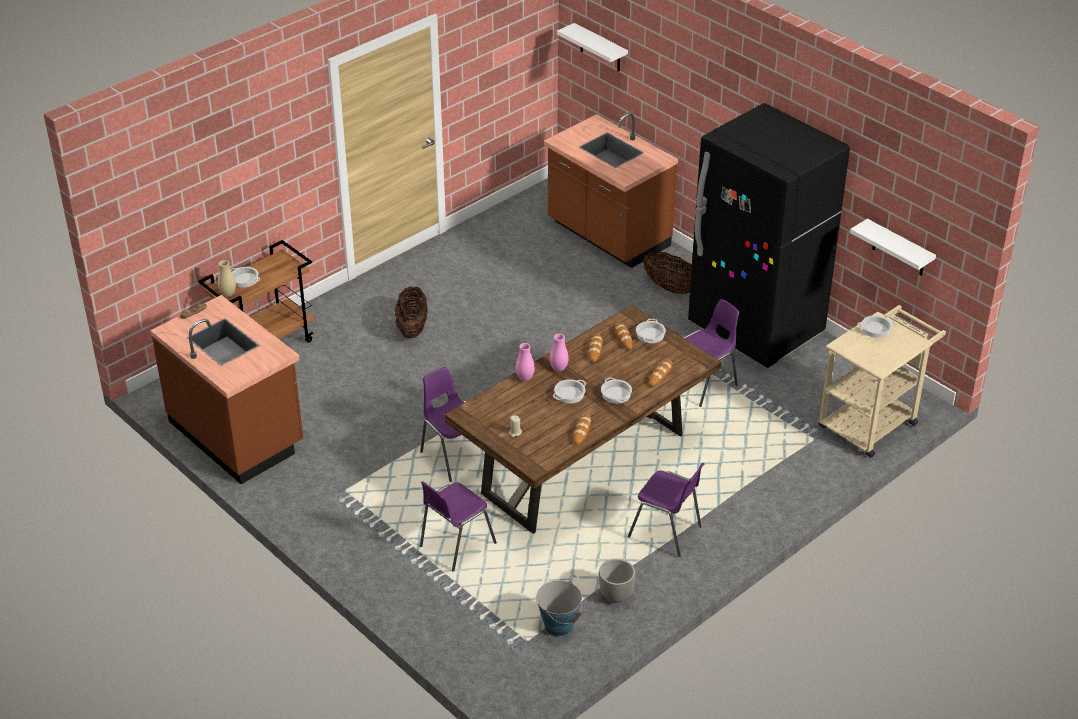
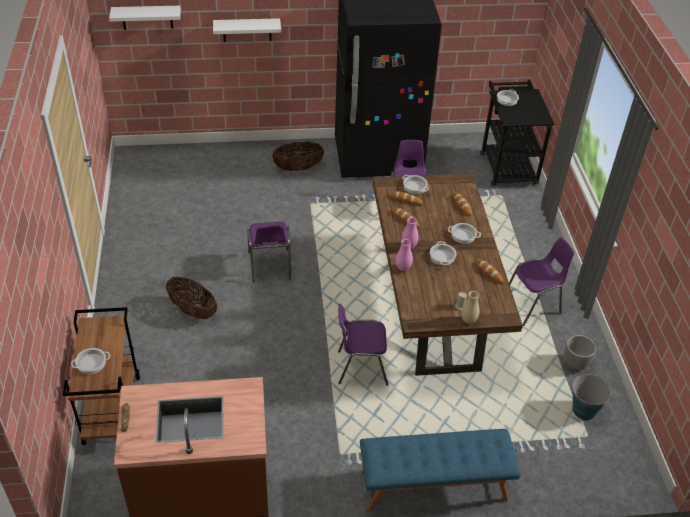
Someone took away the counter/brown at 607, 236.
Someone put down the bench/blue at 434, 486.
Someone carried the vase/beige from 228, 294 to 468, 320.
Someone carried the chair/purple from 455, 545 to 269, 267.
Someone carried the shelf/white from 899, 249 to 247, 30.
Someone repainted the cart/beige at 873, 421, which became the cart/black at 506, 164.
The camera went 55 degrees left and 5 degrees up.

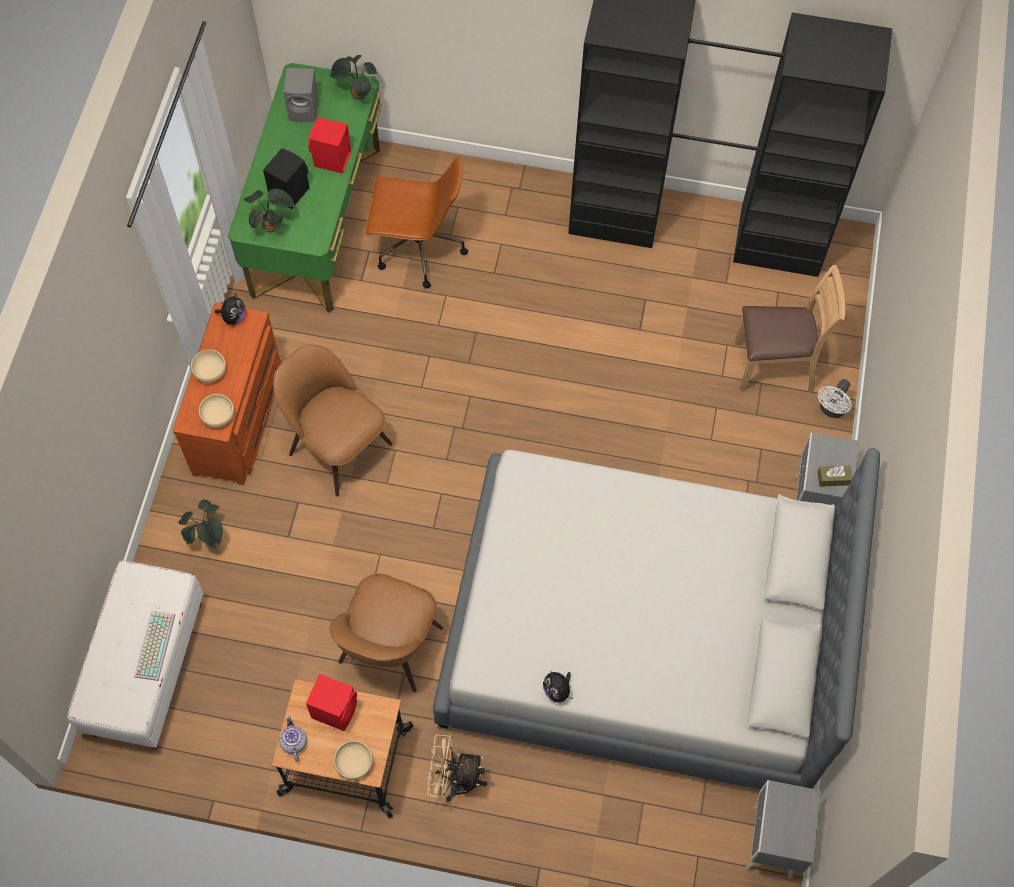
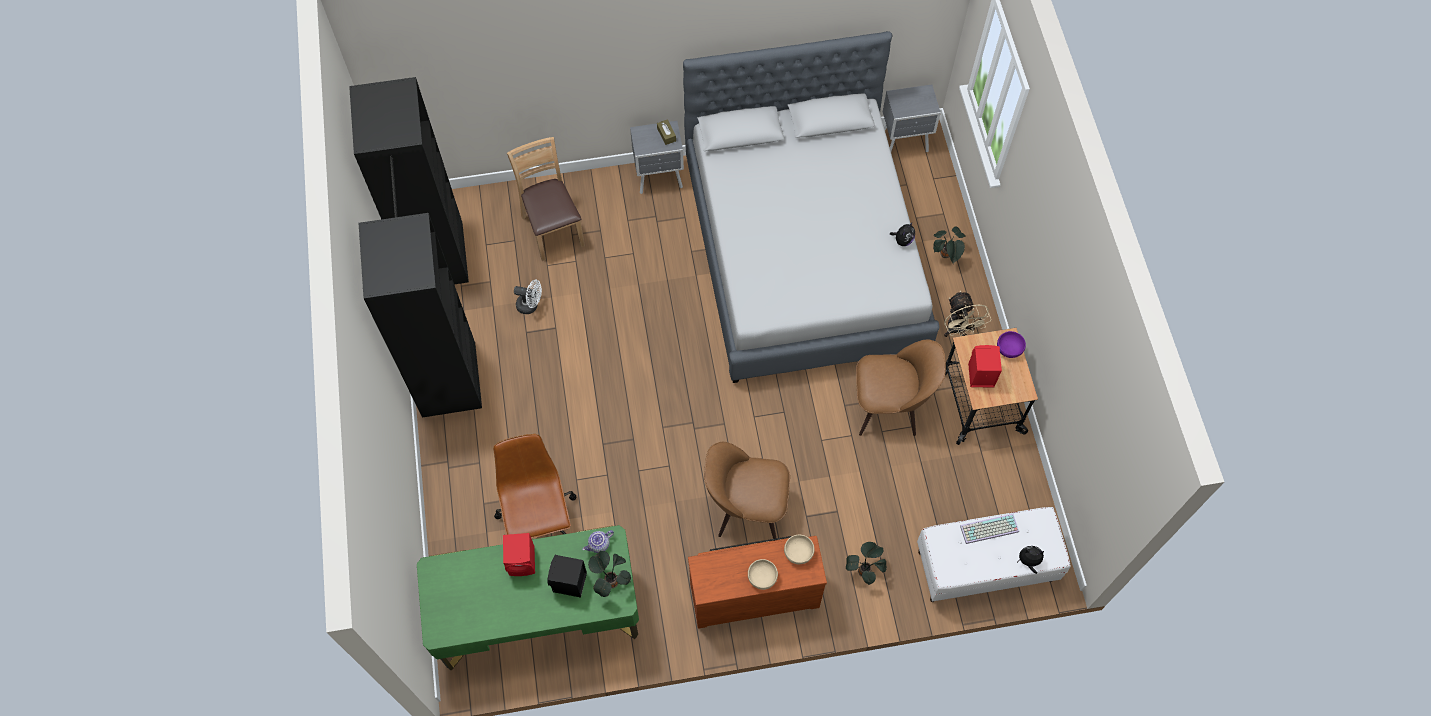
Someone took away the speaker/grey at 305, 109.
Someone carried the plush toy from 233, 317 to 1028, 561.
Someone carried the teapot from 293, 742 to 599, 545.
Someone carried the potted plant from 356, 95 to 945, 255.
Someone carried the fan/white from 831, 410 to 530, 305.
Someone repainted the bowl/beige at 354, 764, which became the bowl/purple at 1009, 348.
Someone rotated the chair/brown at 337, 446 by 75 degrees clockwise.
The camera went 110 degrees left and 0 degrees up.

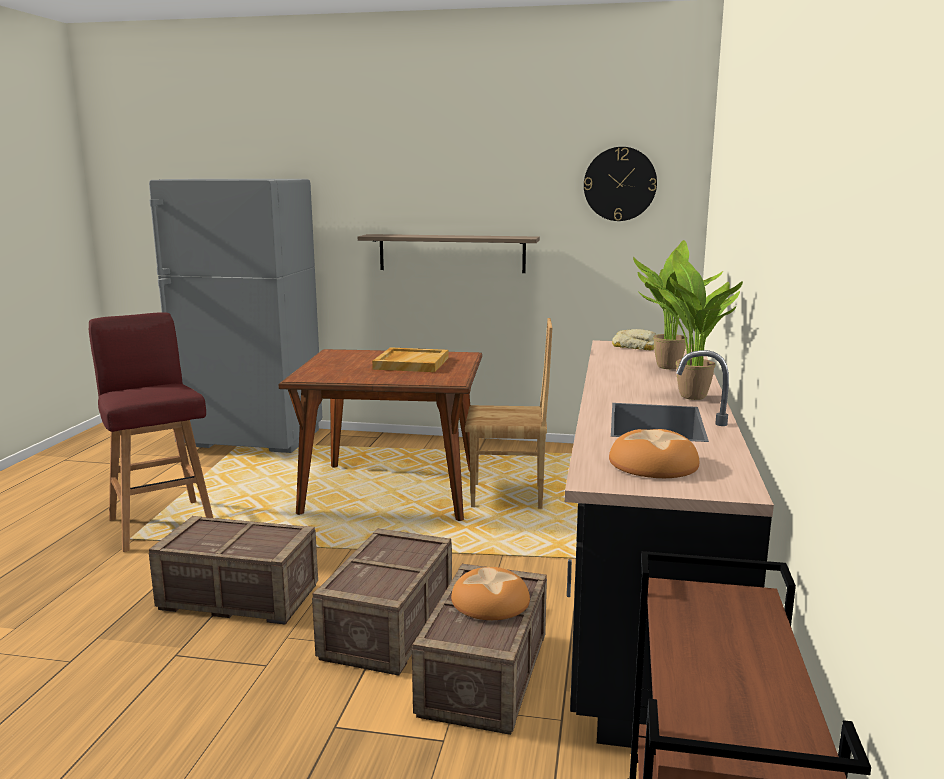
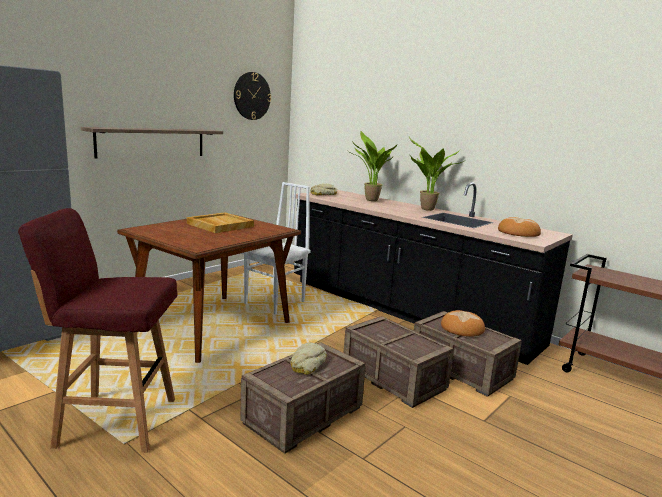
Someone put down the bread at 307, 363.
Someone repainted the chair/brown at 508, 497, which became the chair/white at 276, 303.
The camera went 60 degrees left and 0 degrees up.

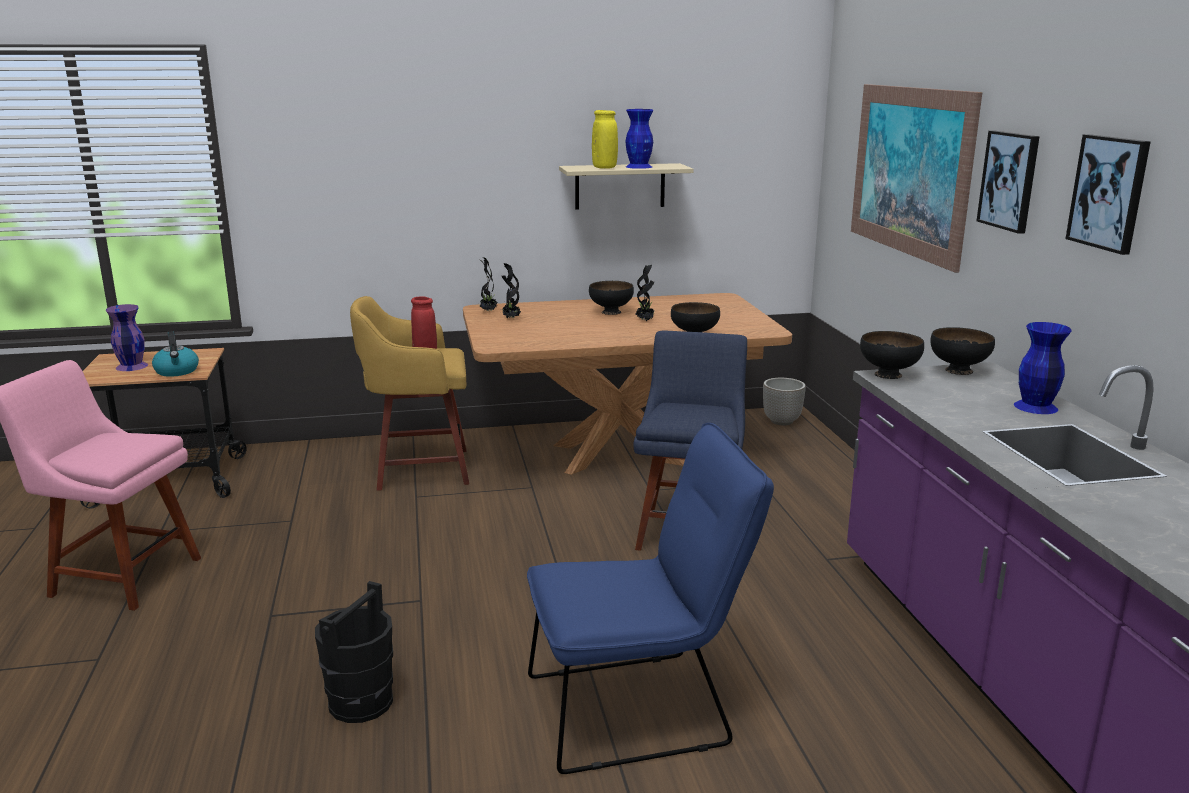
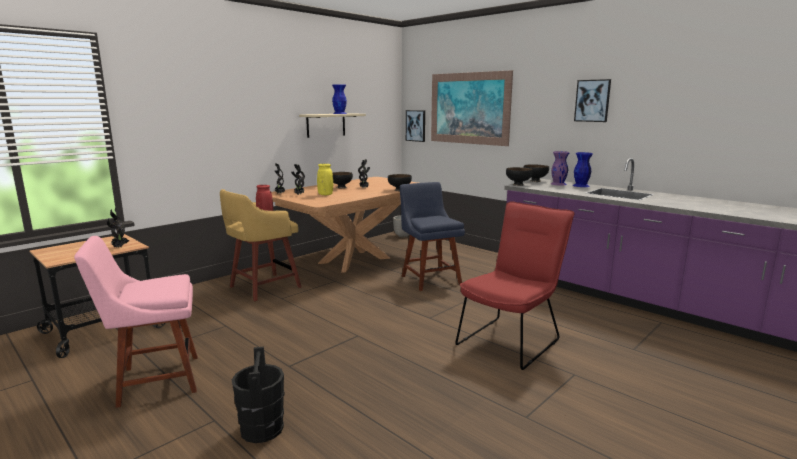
Someone carried the vase/purple from 131, 366 to 558, 184.
Someone carried the bucket/black from 361, 702 to 262, 428.
Someone carried the vase/yellow from 604, 168 to 325, 194.
Someone carried the picture from 1009, 180 to 416, 125.
Someone swapped the kettle at 177, 371 for the potted plant at 119, 247.
Someone repainted the chair/blue at 641, 708, which became the chair/red at 512, 339.
The camera went 35 degrees left and 5 degrees down.

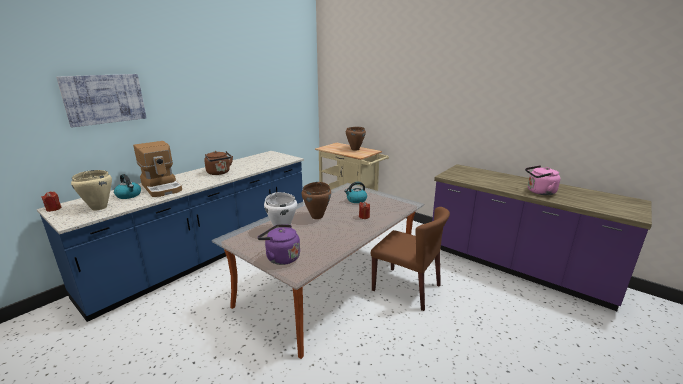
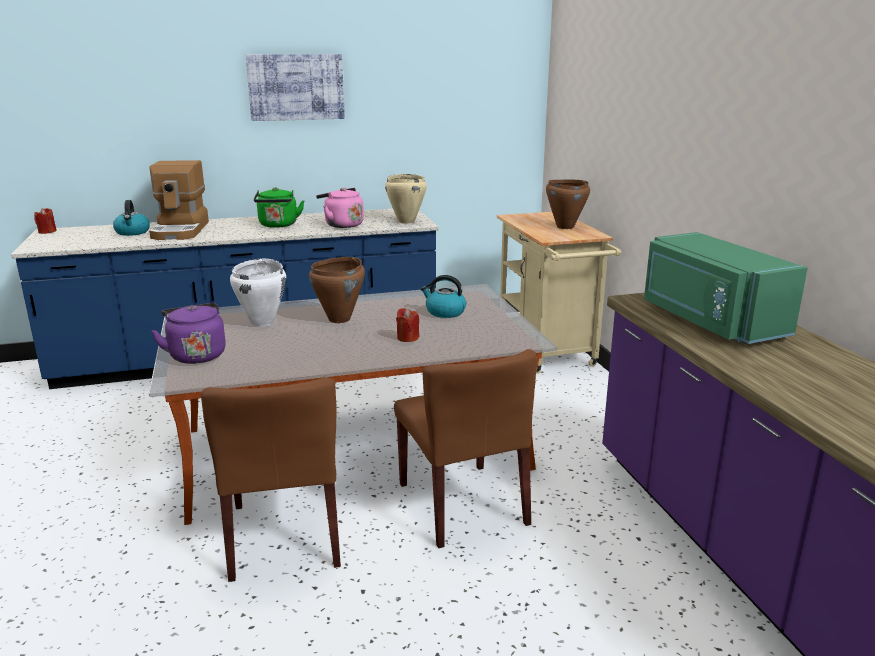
Someone put down the chair/brown at 285, 535.
Someone put down the microwave/green at 709, 321.
Someone carried the picture from 104, 99 to 296, 87.
Someone carried the cooking pot/beige from 99, 208 to 406, 221.
Someone carried the kettle/pink from 539, 192 to 342, 225.
Someone repainted the kettle/brown at 219, 173, which became the kettle/green at 278, 225.
The camera went 35 degrees right and 0 degrees up.

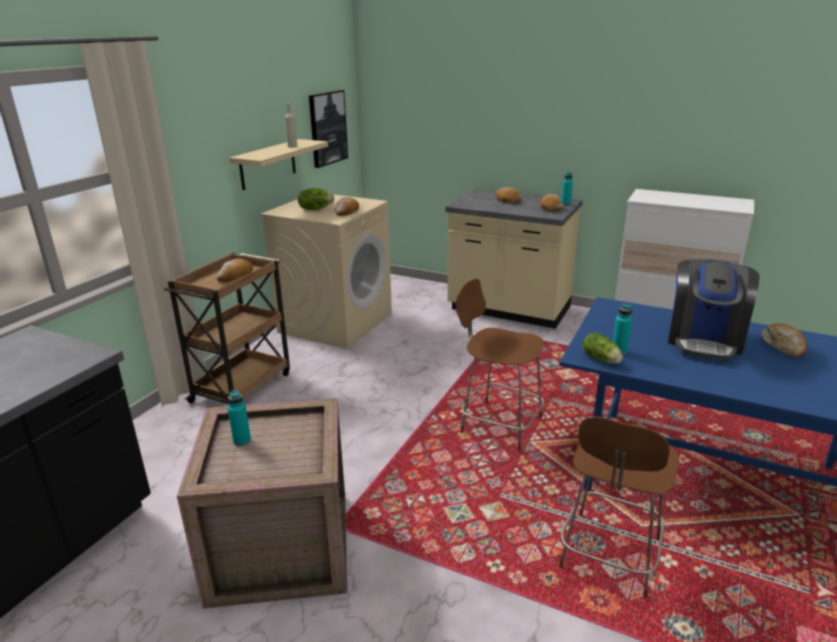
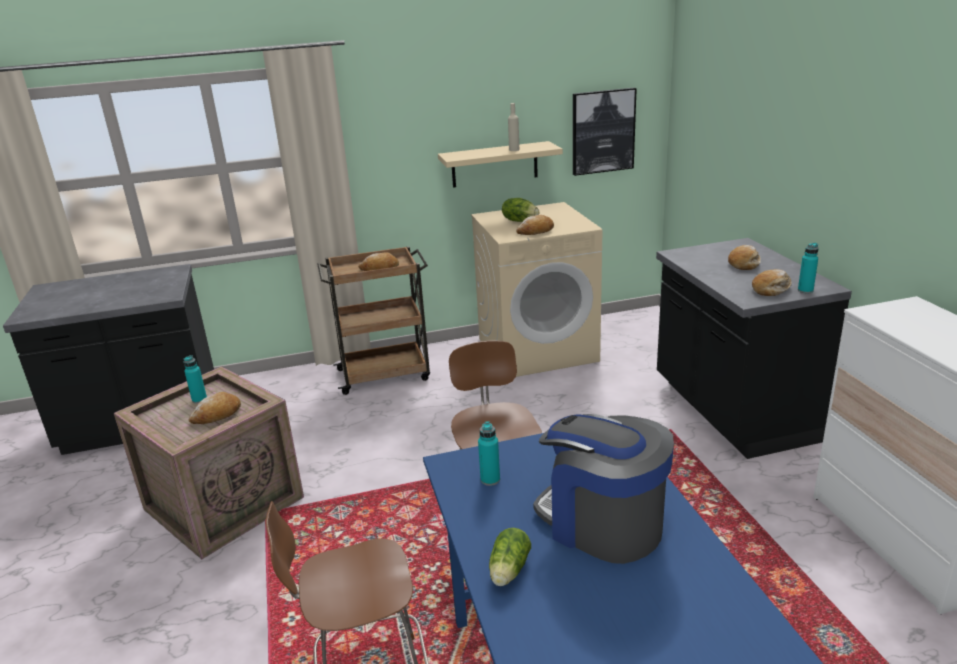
Someone carried the lettuce from 602, 360 to 508, 571.
Someone carried the bread from 783, 346 to 217, 415.
Someone repainted the counter/beige at 509, 310, which became the counter/black at 731, 412.
Someone rotated the coffee machine at 704, 340 by 60 degrees clockwise.
The camera went 50 degrees right and 0 degrees up.

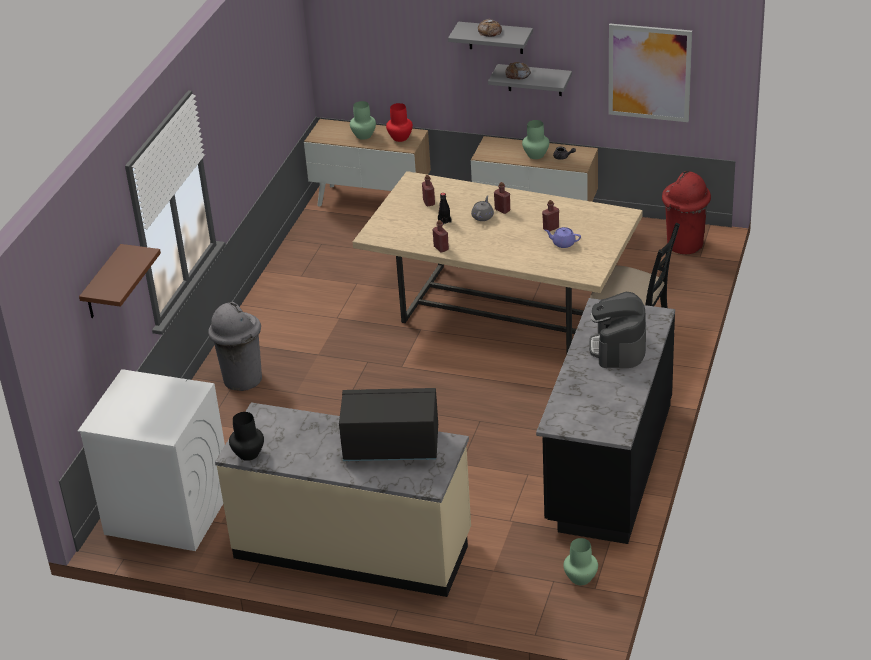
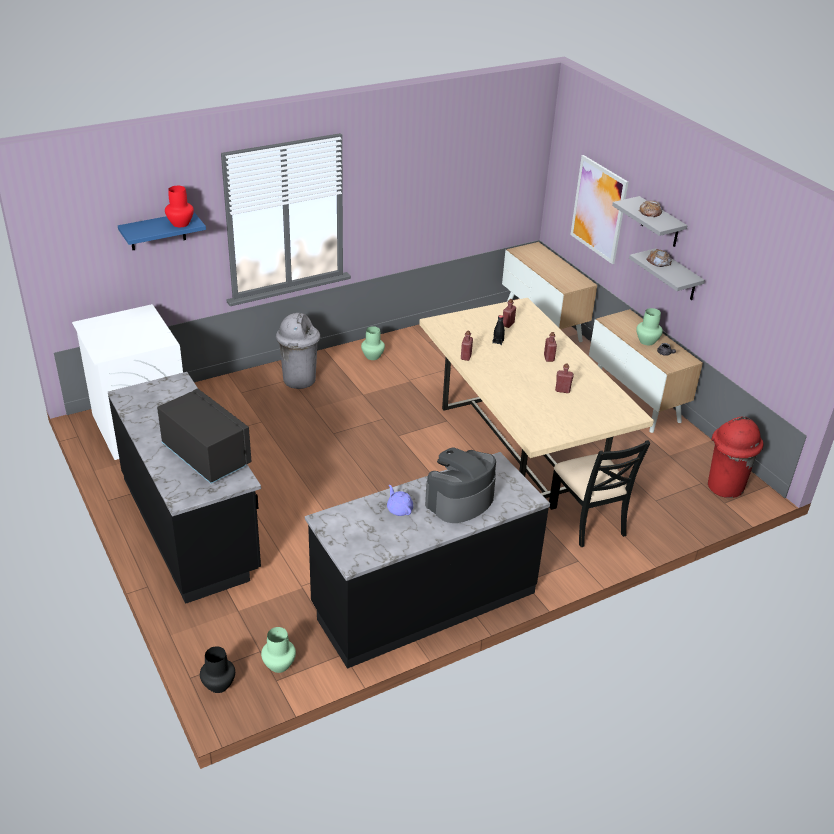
Someone took away the teapot/grey at 483, 216.
Someone carried the vase/black from 248, 453 to 219, 684.
Someone carried the vase/green from 363, 135 to 372, 356.
Someone carried the vase/red from 400, 138 to 180, 224.
Someone carried the teapot/purple from 563, 243 to 399, 509.
Someone carried the picture from 649, 72 to 599, 209.
Someone repainted the shelf/brown at 103, 284, which became the shelf/blue at 157, 231.
Someone repainted the counter/beige at 353, 546, which became the counter/black at 191, 525.
The camera went 40 degrees right and 0 degrees up.

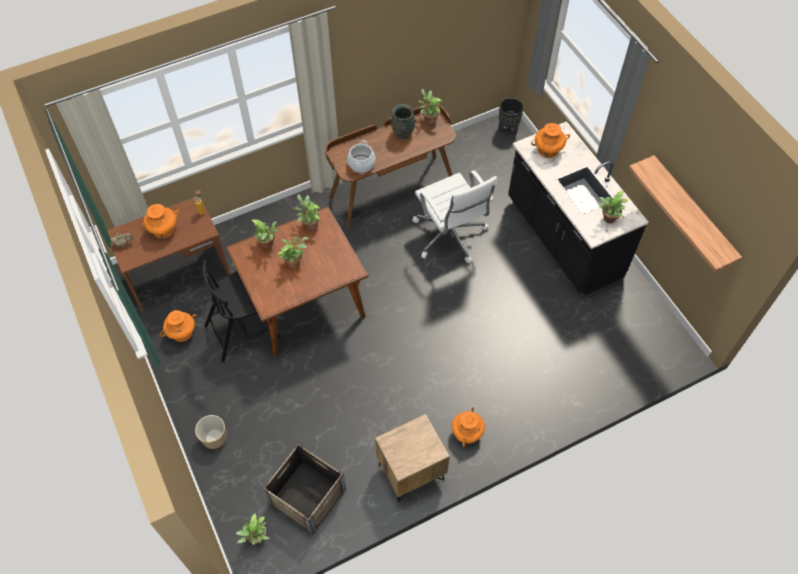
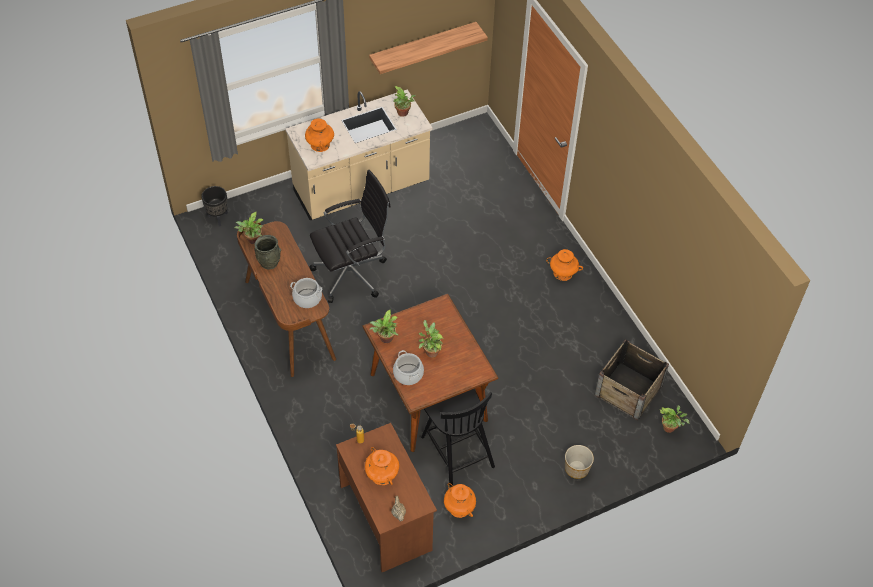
Someone took away the nightstand/brown at 411, 472.
Someone swapped the potted plant at 268, 244 for the cooking pot at 408, 374.
Someone repainted the office chair/white at 450, 236, which became the office chair/black at 352, 273.
Someone repainted the counter/black at 562, 238, which became the counter/beige at 362, 189.
The camera went 90 degrees left and 5 degrees down.

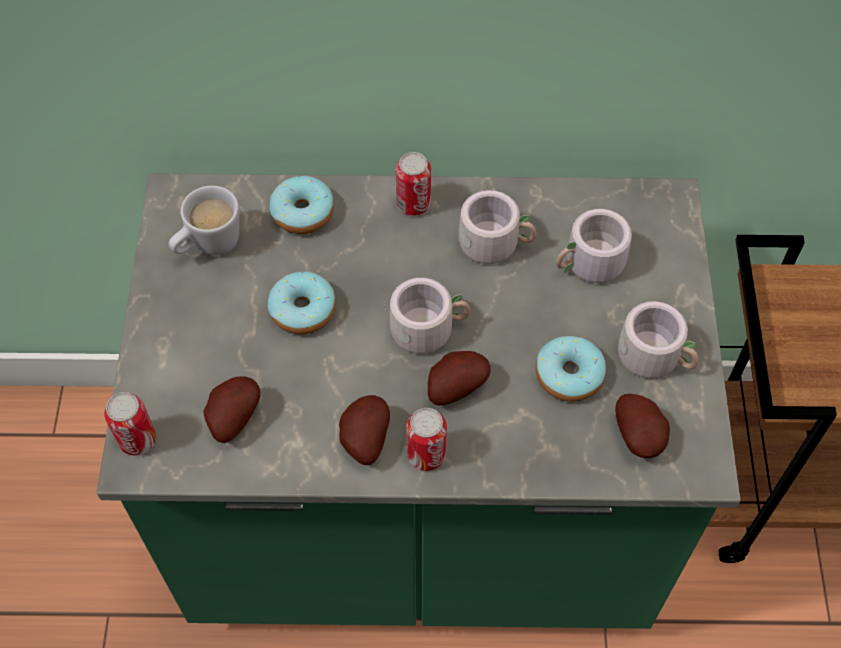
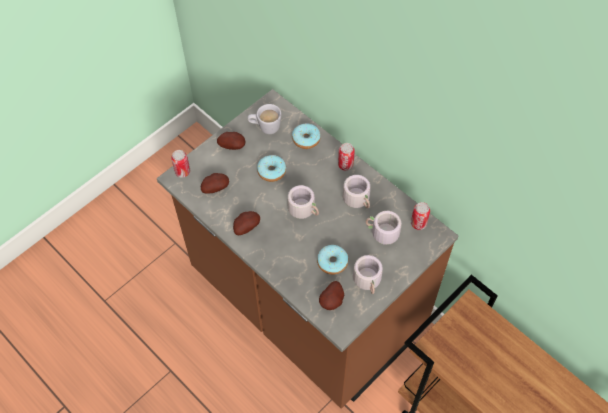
Someone carried the can from 426, 455 to 418, 223.
Someone carried the potato from 454, 386 to 233, 145.
Someone repainted the counter/green at 420, 523, which became the counter/brown at 305, 303.
The camera went 45 degrees right and 0 degrees up.

